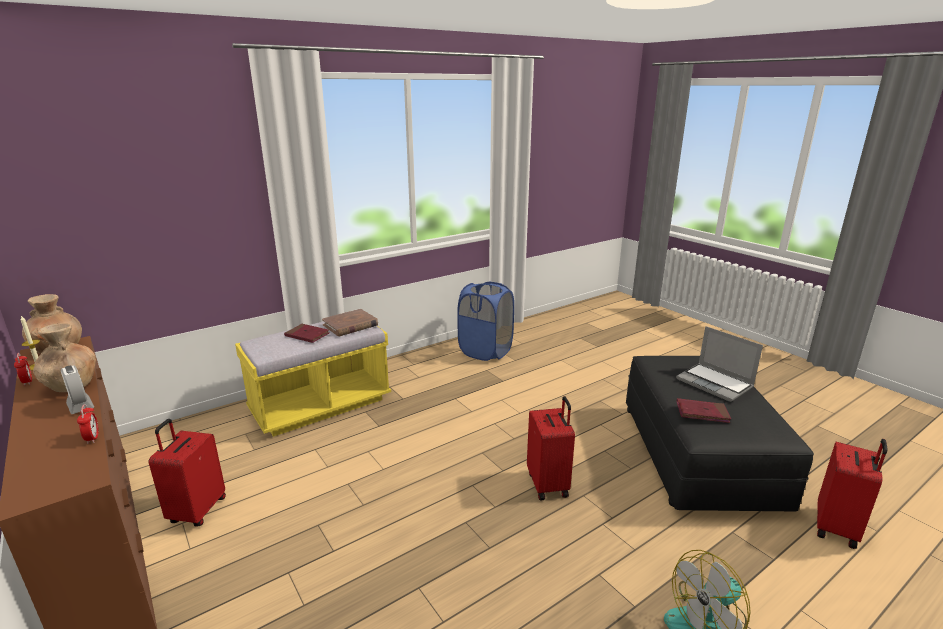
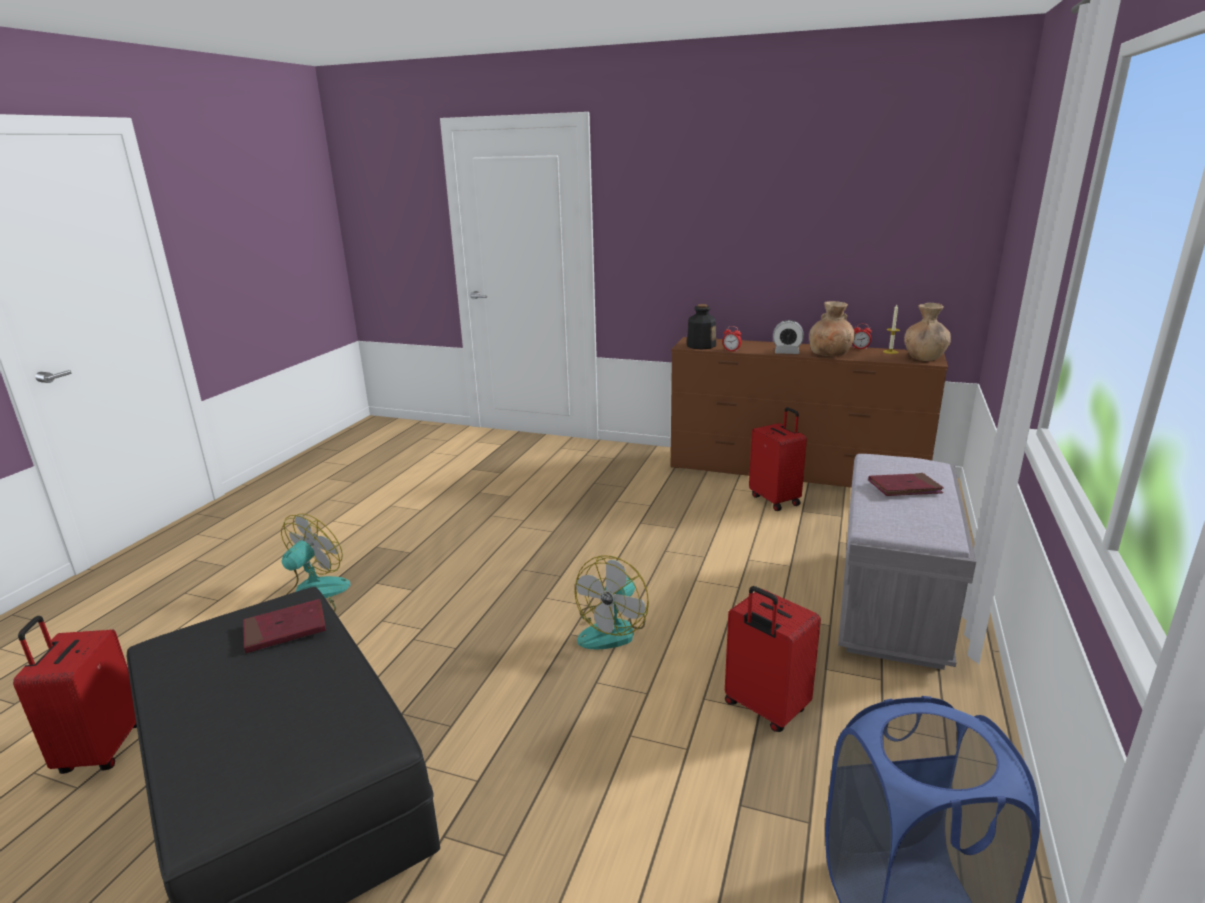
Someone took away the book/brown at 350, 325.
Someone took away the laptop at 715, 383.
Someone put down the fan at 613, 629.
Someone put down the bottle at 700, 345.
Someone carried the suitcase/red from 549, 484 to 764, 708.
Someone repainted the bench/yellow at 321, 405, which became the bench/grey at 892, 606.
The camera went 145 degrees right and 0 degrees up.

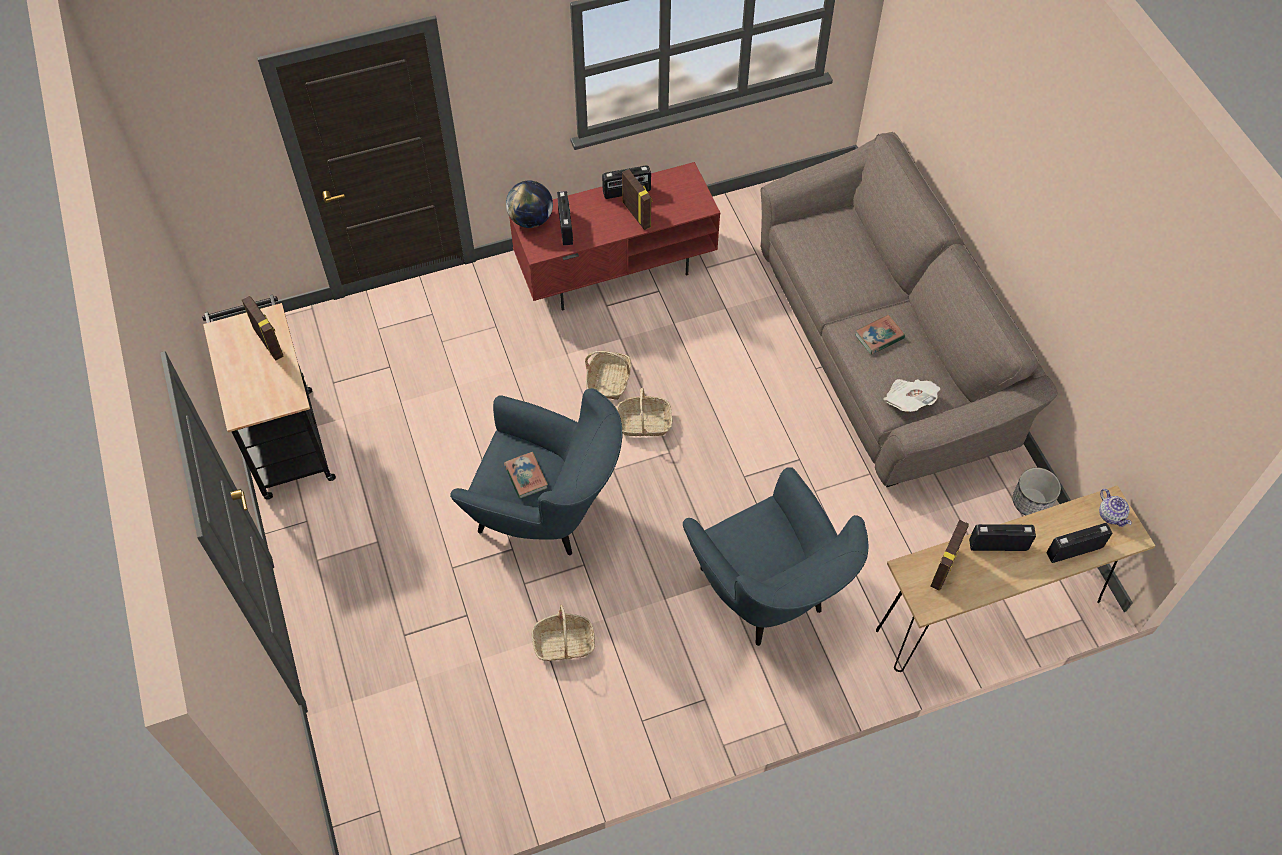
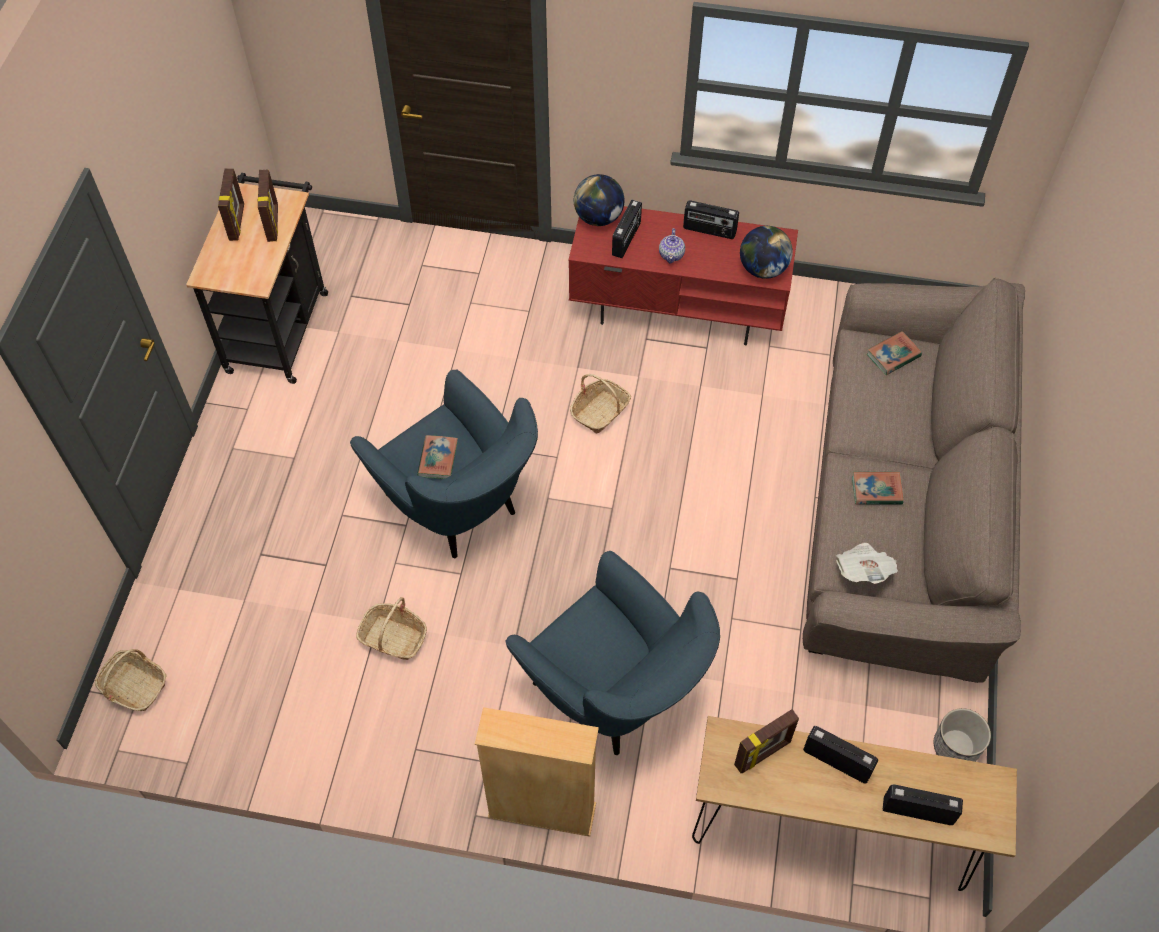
Someone put down the bookcase/beige at 542, 811.
Someone put down the globe at 763, 269.
Someone put down the book at 893, 355.
Someone carried the basket from 643, 423 to 134, 686.
Someone carried the picture frame from 637, 214 to 237, 222.
Someone carried the teapot from 1111, 514 to 671, 254.
Someone rotated the armchair/blue at 768, 596 by 45 degrees counterclockwise.
The camera went 30 degrees right and 0 degrees up.

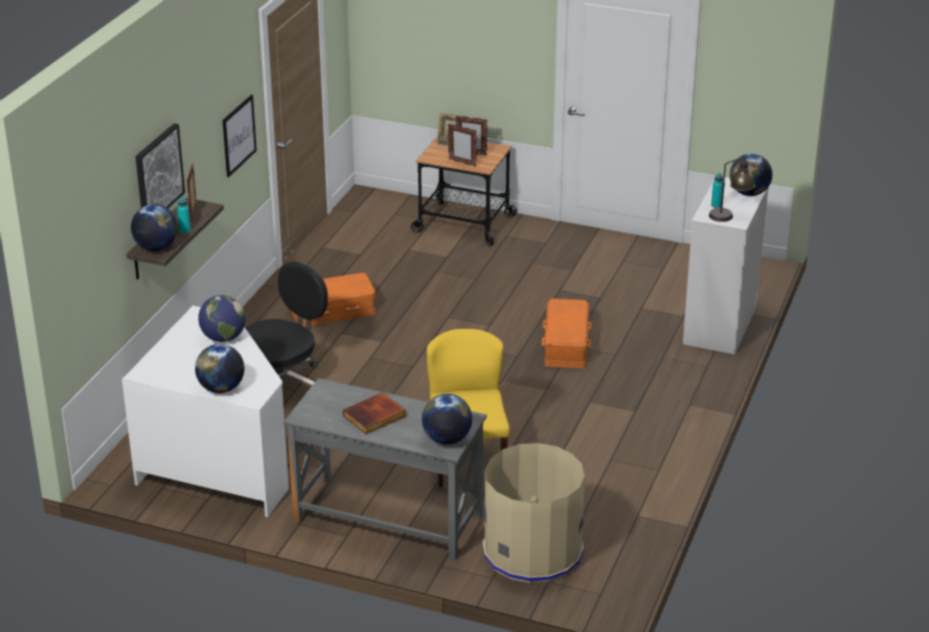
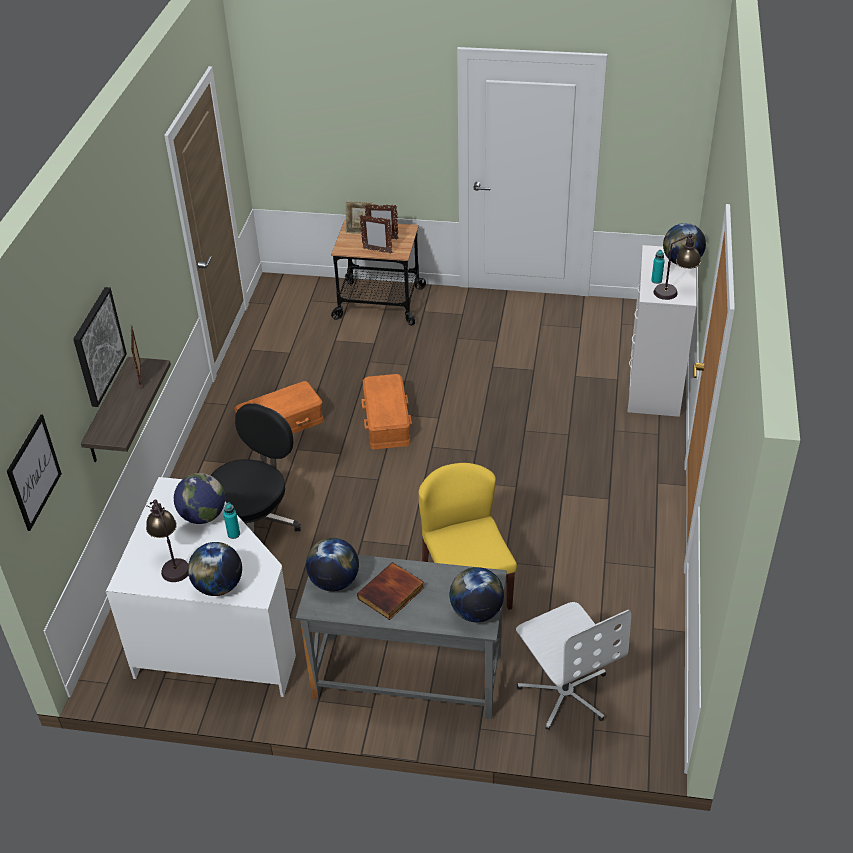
Someone put down the table lamp at 172, 563.
Someone carried the globe from 156, 247 to 334, 582.
Someone carried the bottle/turquoise from 185, 231 to 233, 534.
Someone carried the picture from 239, 135 to 34, 472.
Someone carried the storage box/orange from 567, 344 to 387, 420.
Someone swapped the trash can/beige at 532, 551 for the office chair/white at 565, 692.
The camera went 10 degrees left and 10 degrees up.

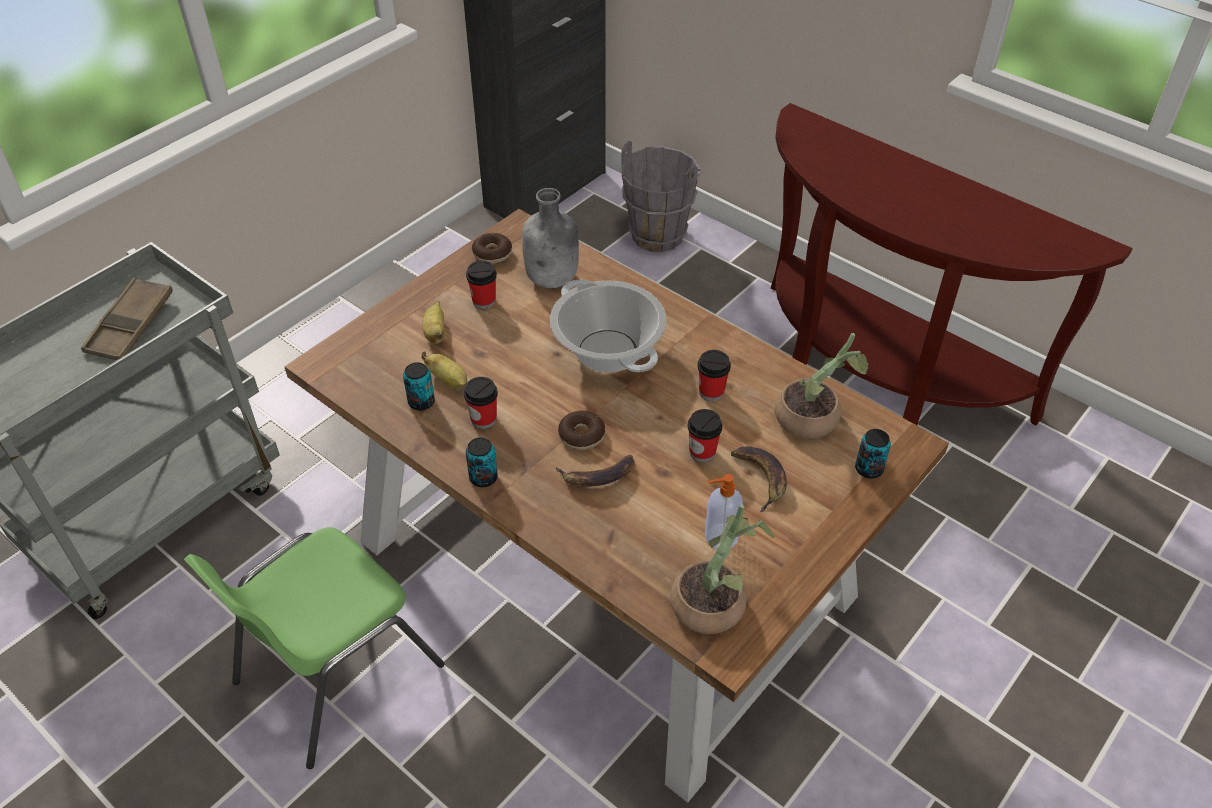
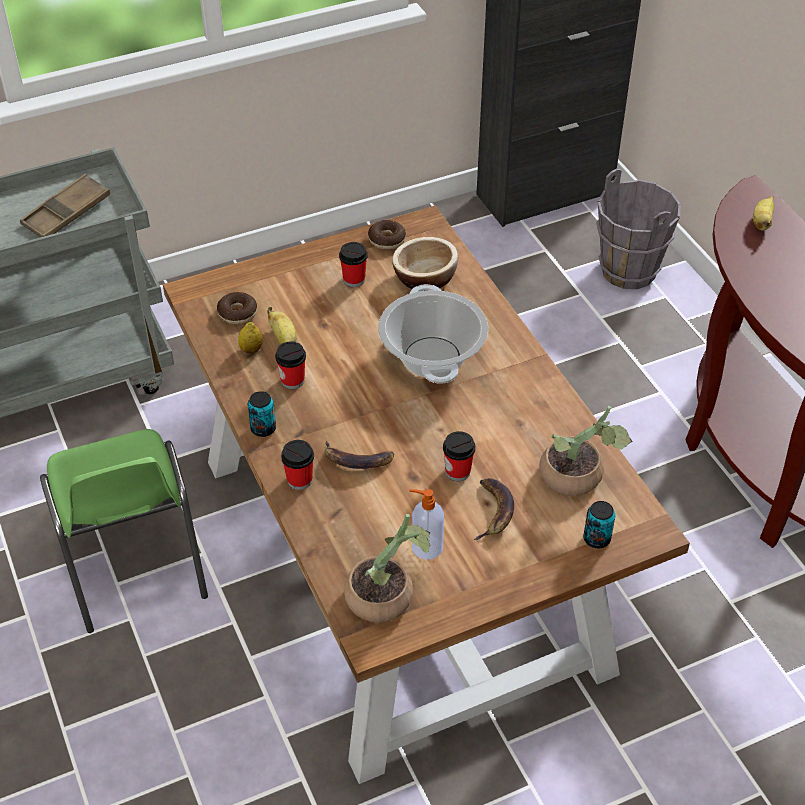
Someone carried the banana from 435, 333 to 762, 222.
Someone carried the donut from 581, 435 to 237, 313.
Someone carried the cup from 711, 392 to 299, 480.
Someone swapped the can at 421, 402 for the lemon at 251, 349.
Someone swapped the bottle/grey at 553, 279 for the bowl at 425, 278.
Someone rotated the chair/green at 334, 673 by 90 degrees counterclockwise.
The camera went 25 degrees right and 0 degrees up.

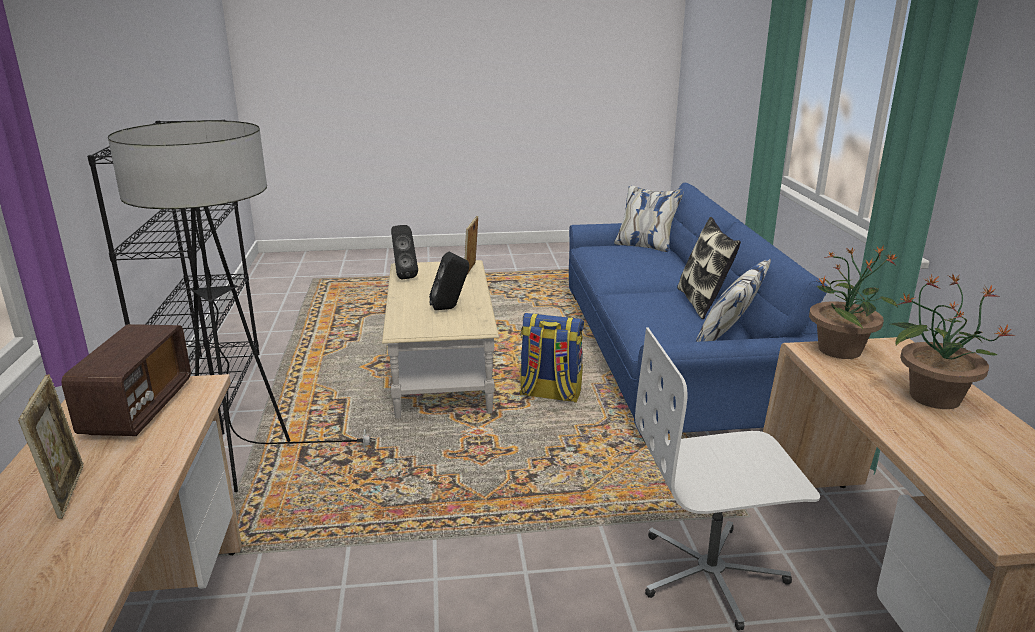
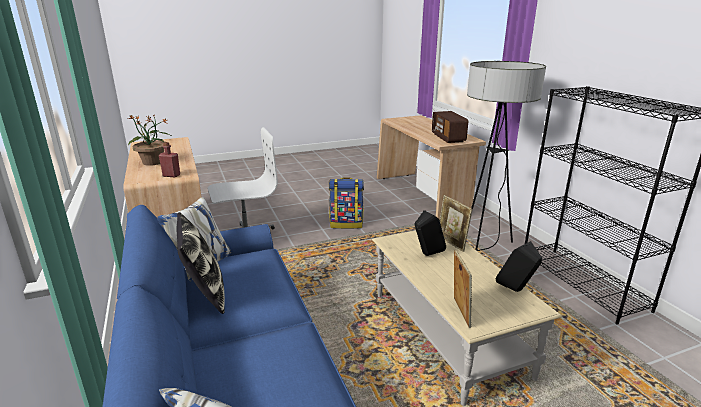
Someone carried the picture frame from 67, 491 to 451, 243.
Someone carried the backpack from 550, 394 to 346, 224.
Someone swapped the potted plant at 840, 349 for the bottle/red at 171, 175.
The camera went 165 degrees right and 0 degrees up.

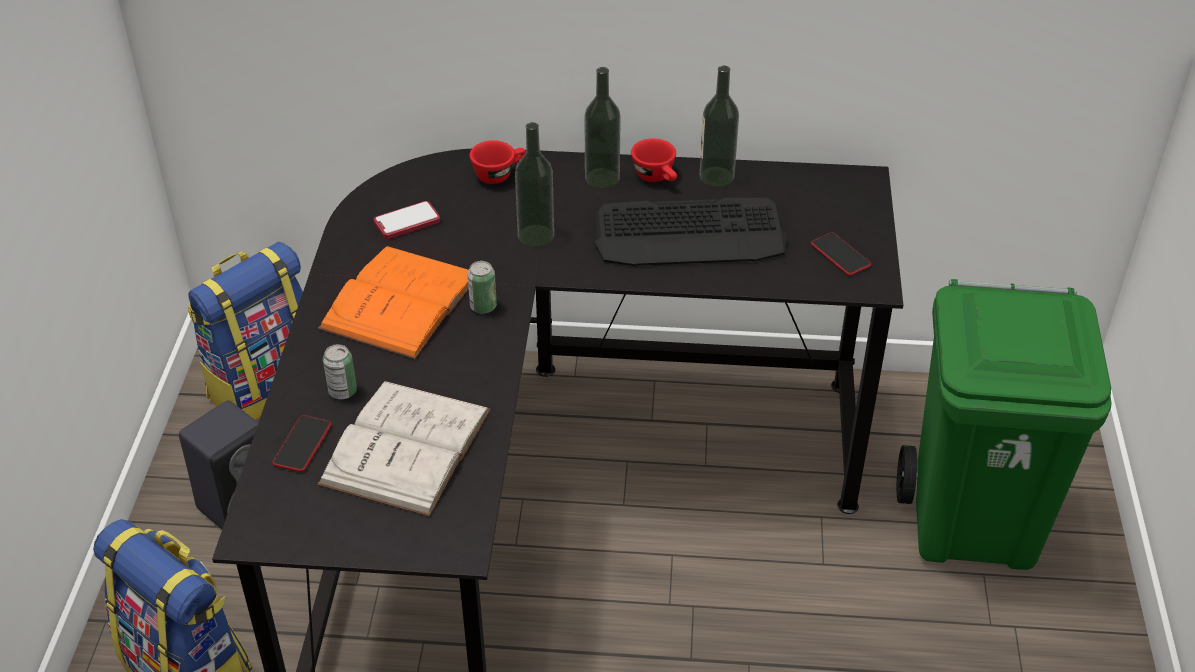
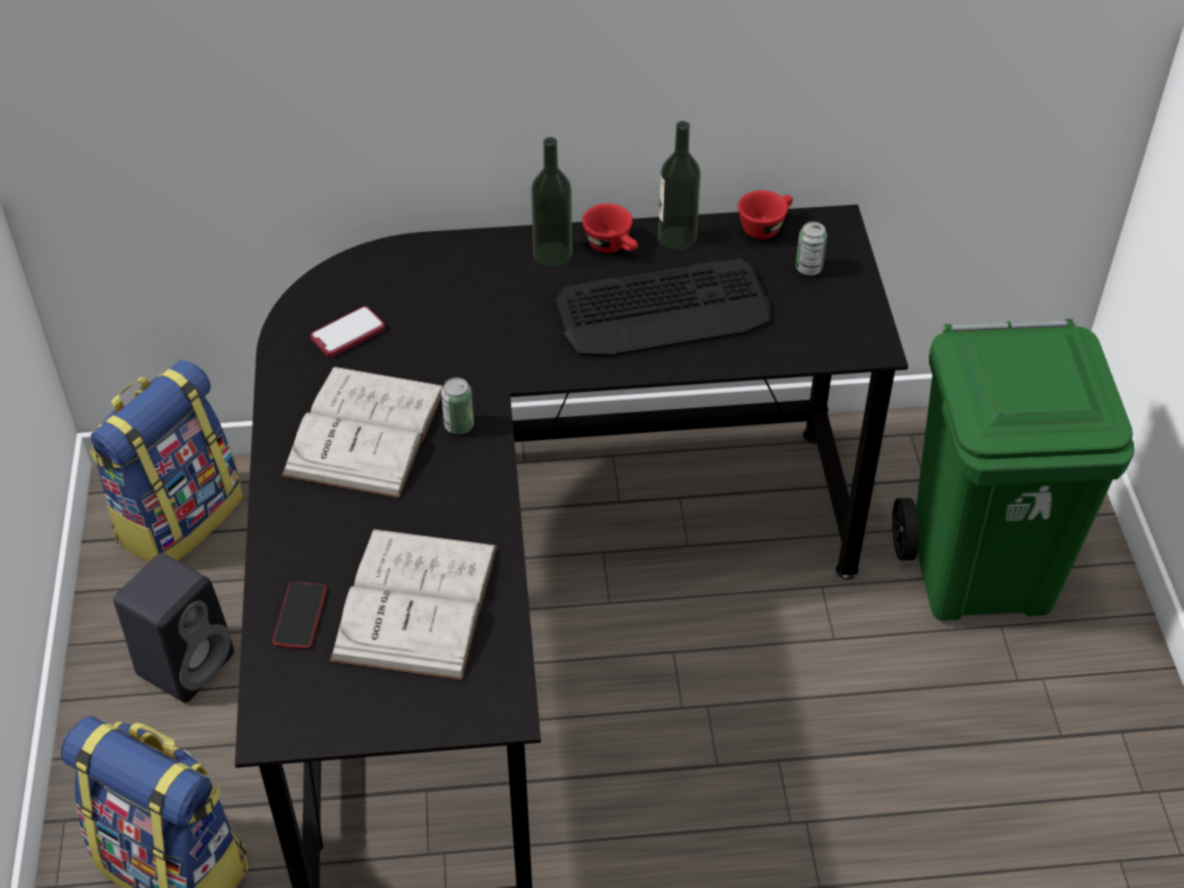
Someone took away the bottle at 536, 236.
Someone took away the phone at 840, 255.
Someone carried the can from 342, 391 to 808, 268.
Someone carried the cup/red from 499, 174 to 765, 226.
Someone repainted the book/orange at 400, 301, which became the book/white at 365, 431.
The camera went 10 degrees left and 5 degrees up.

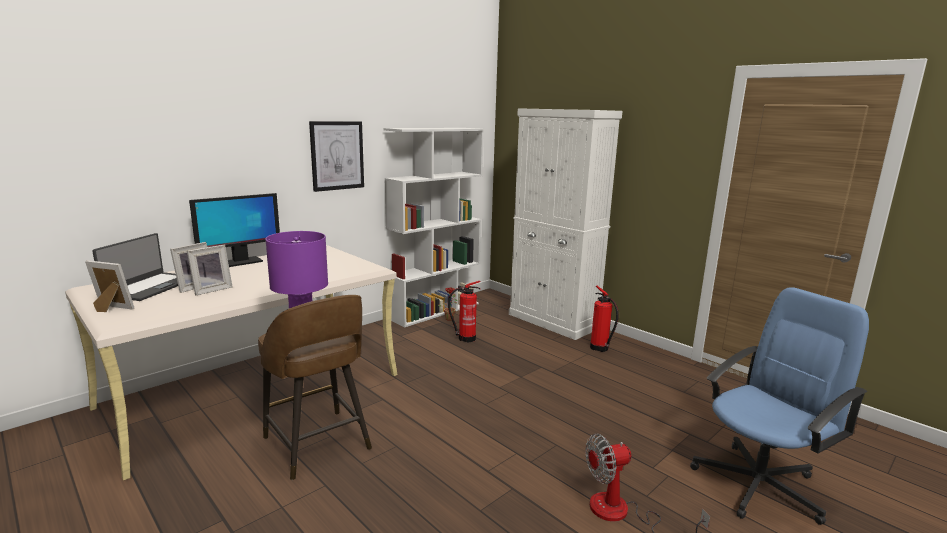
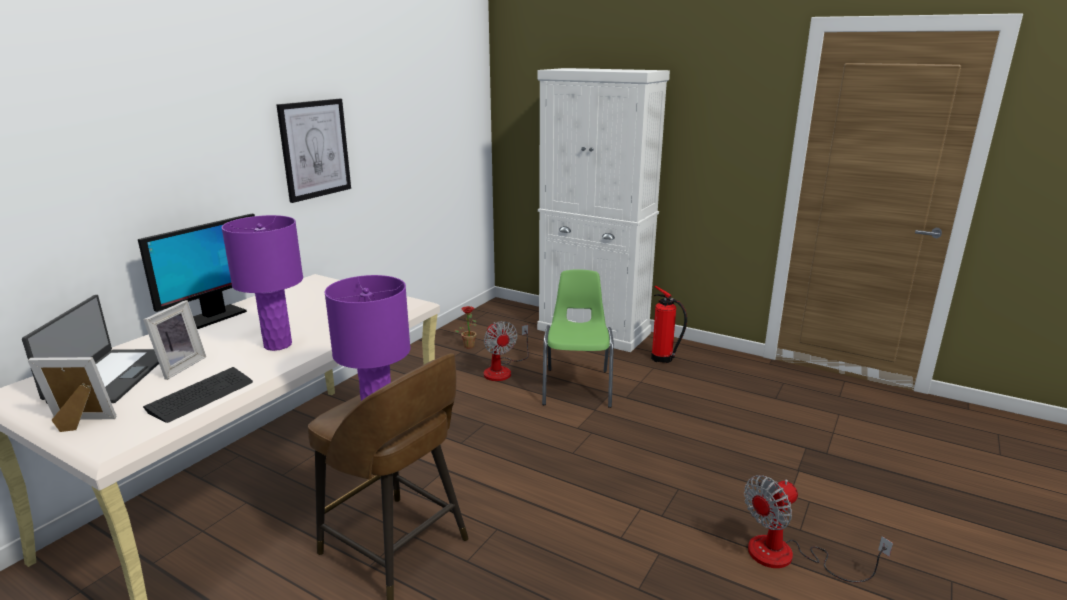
Someone took away the picture frame at 211, 289.
Someone took away the bookcase/white at 435, 310.
Someone took away the office chair/blue at 759, 484.
Someone put down the keyboard at 201, 396.
Someone put down the table lamp/purple at 278, 345.
Someone put down the chair/green at 577, 387.
Someone swapped the fire extinguisher at 465, 338 for the fan at 502, 370.
The camera went 15 degrees left and 5 degrees up.

